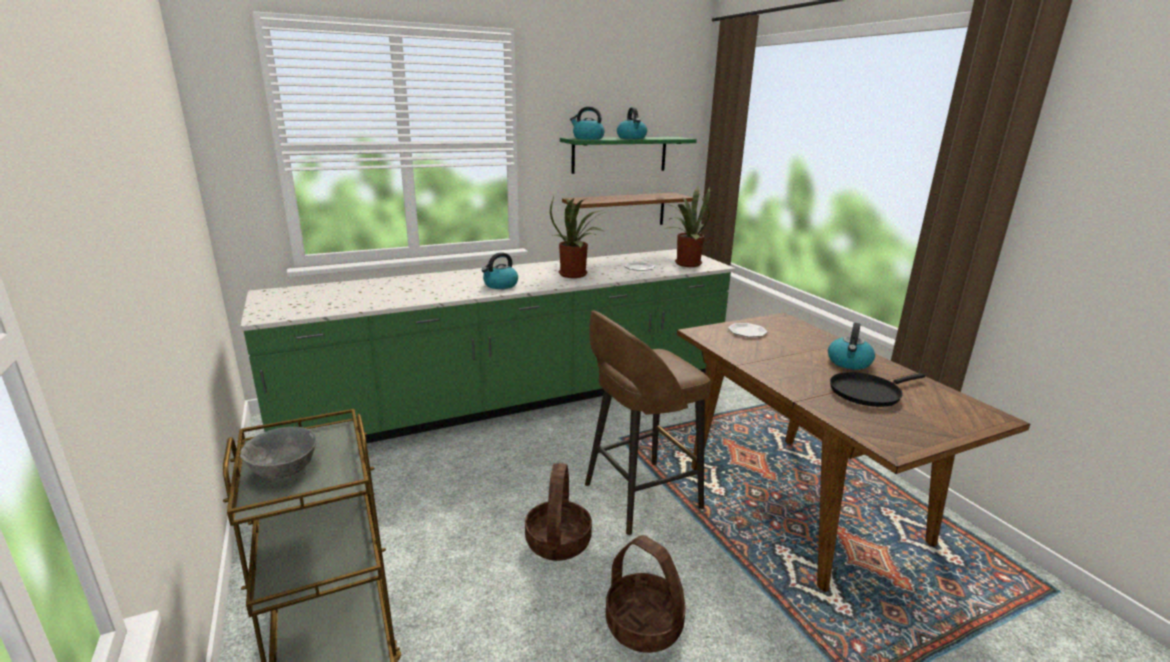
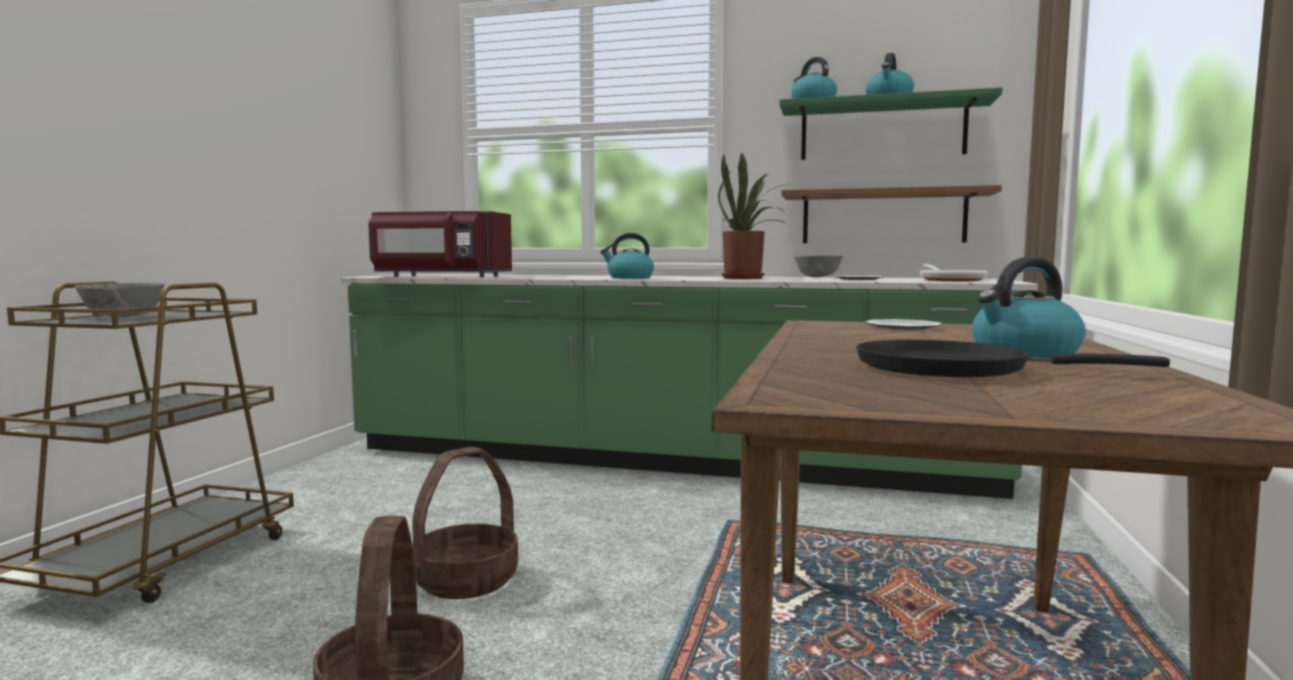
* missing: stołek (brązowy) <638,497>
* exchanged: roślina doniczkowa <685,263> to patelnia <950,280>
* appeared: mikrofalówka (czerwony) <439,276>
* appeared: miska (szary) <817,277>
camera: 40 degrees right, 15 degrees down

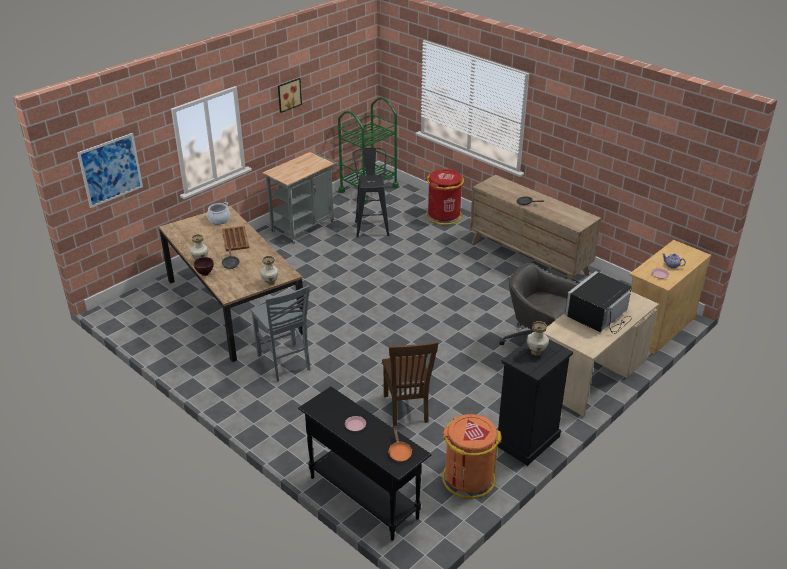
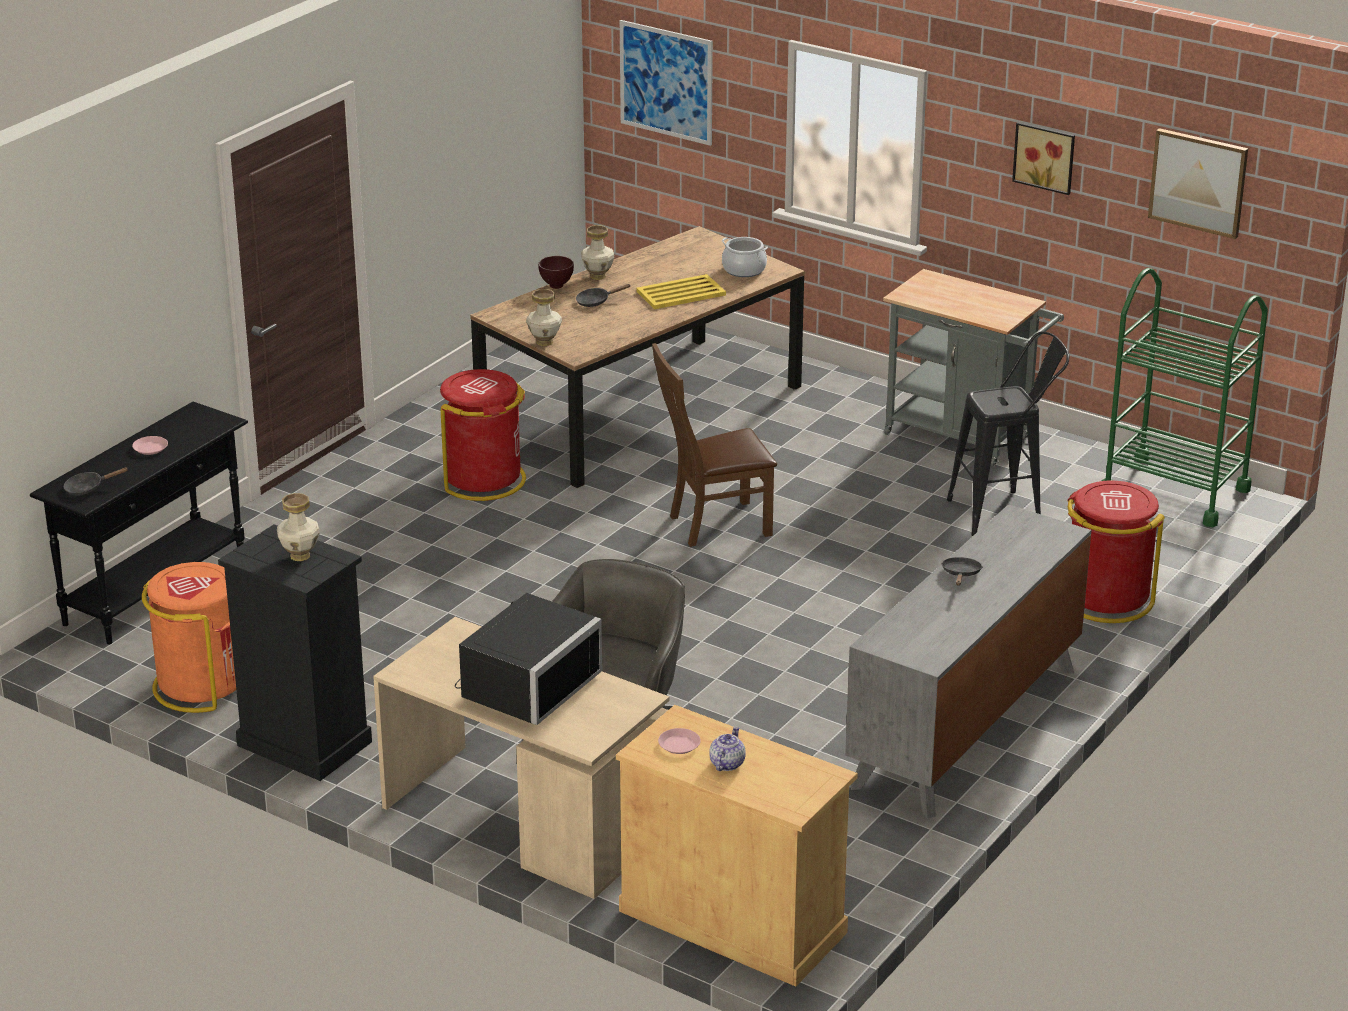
* colour: taca (brązowy) <235,239> to taca (żółty) <681,293>
* exchanged: krzesło (szary) <285,363> to kosz na śmieci (czerwony) <484,480>
* relocated: krzesło (brązowy) <407,410> to <713,525>
* colour: patelnia (pomarańczowy) <399,452> to patelnia (czarny) <88,488>
* colour: komoda (brązowy) <529,258> to komoda (szary) <965,728>
* spun: mikrofalówka (czarny) <599,316> = <524,684> 90 degrees clockwise
* appeared: obraz <1198,182>
camera: 80 degrees right, 5 degrees down

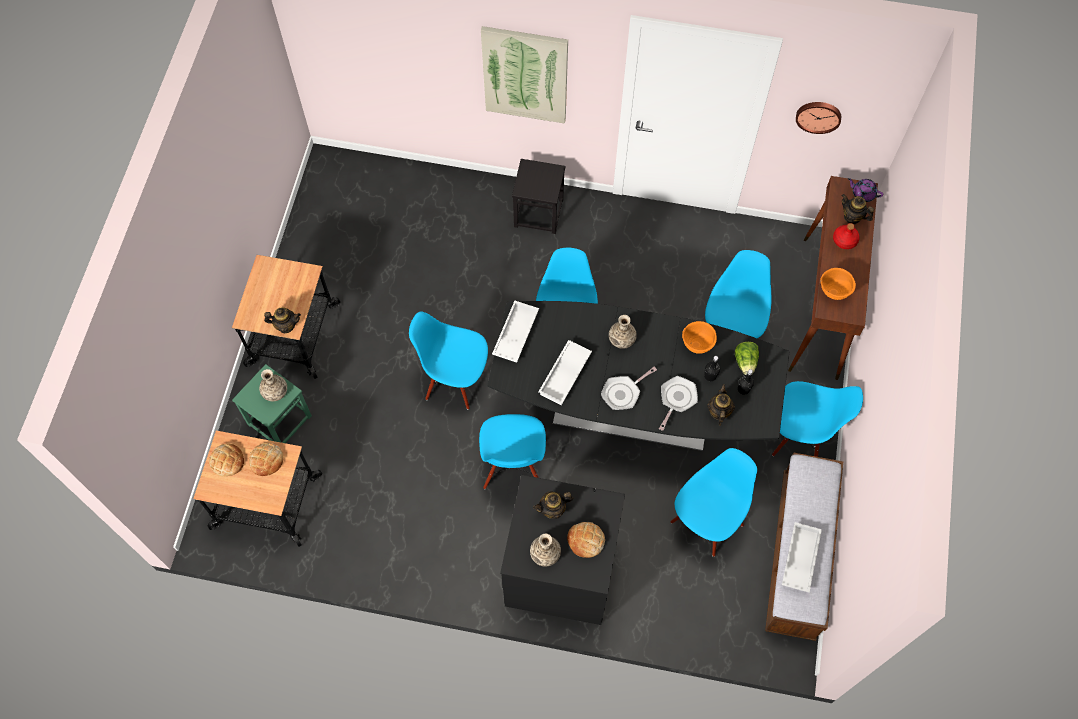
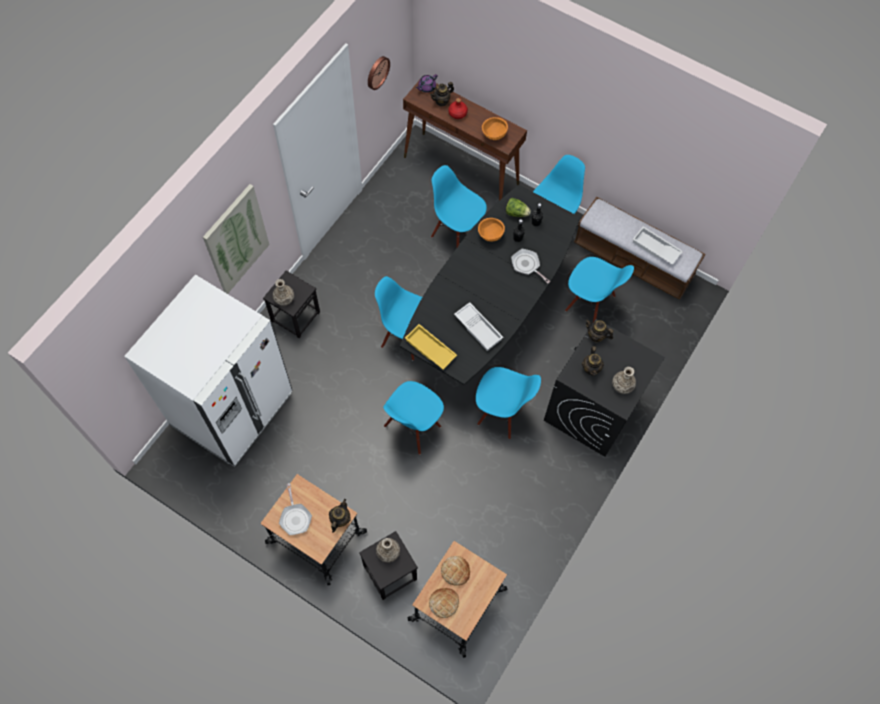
* colour: stołek (zielony) <279,420> to stołek (czarny) <389,572>
* colour: taca (biały) <515,333> to taca (żółty) <429,349>
* missing: chleb <586,540>
* relocated: patelnia <623,393> to <295,517>
* relocated: wazon <621,339> to <284,298>
* spun: krzesło (niebieski) <706,522> = <590,304> 150 degrees clockwise
* relocated: imbryk <718,412> to <596,336>
* appeared: lodówka (biały) <232,409>
camera: 70 degrees left, 0 degrees up

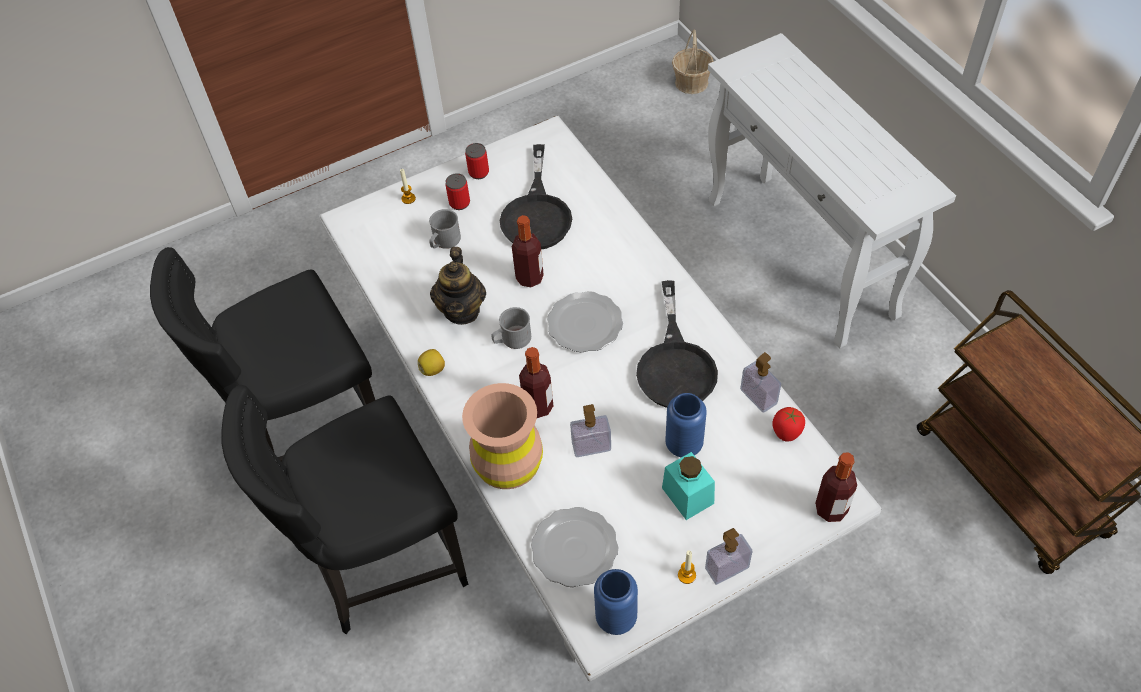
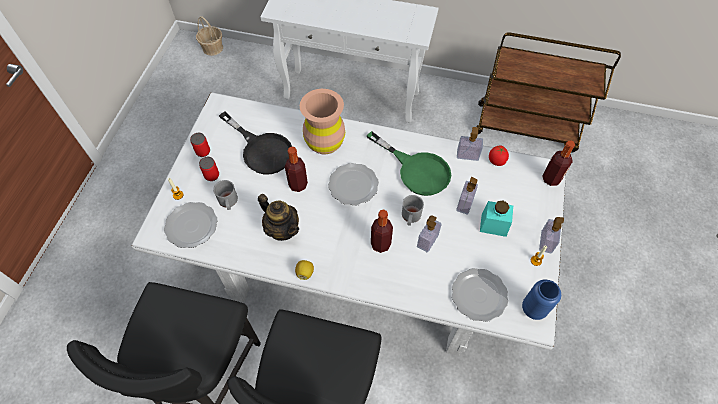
* relocated: wazon (brązowy) <508,466> to <325,142>
* relocated: kubek (szary) <512,339> to <410,217>
* colour: patelnia (czarny) <675,364> to patelnia (zielony) <417,170>
* exchanged: wazon (niebieski) <684,445> to dozownik mydła <464,204>
* appeared: talerz <191,226>
camera: 50 degrees left, 5 degrees up

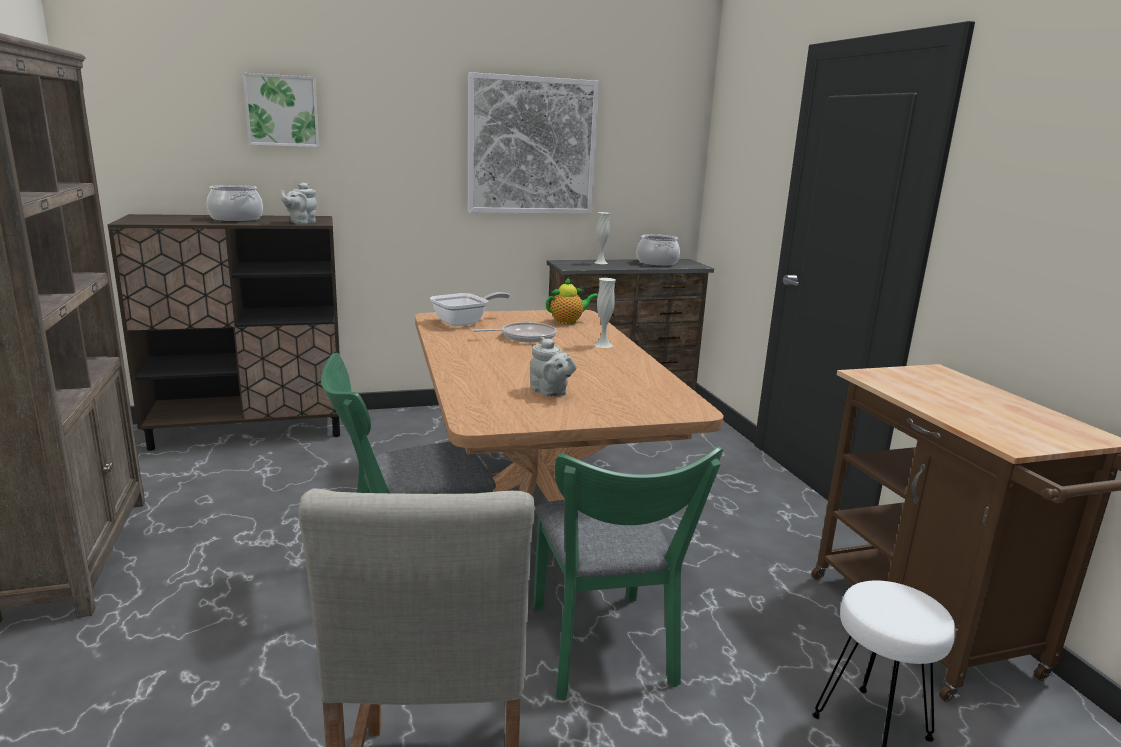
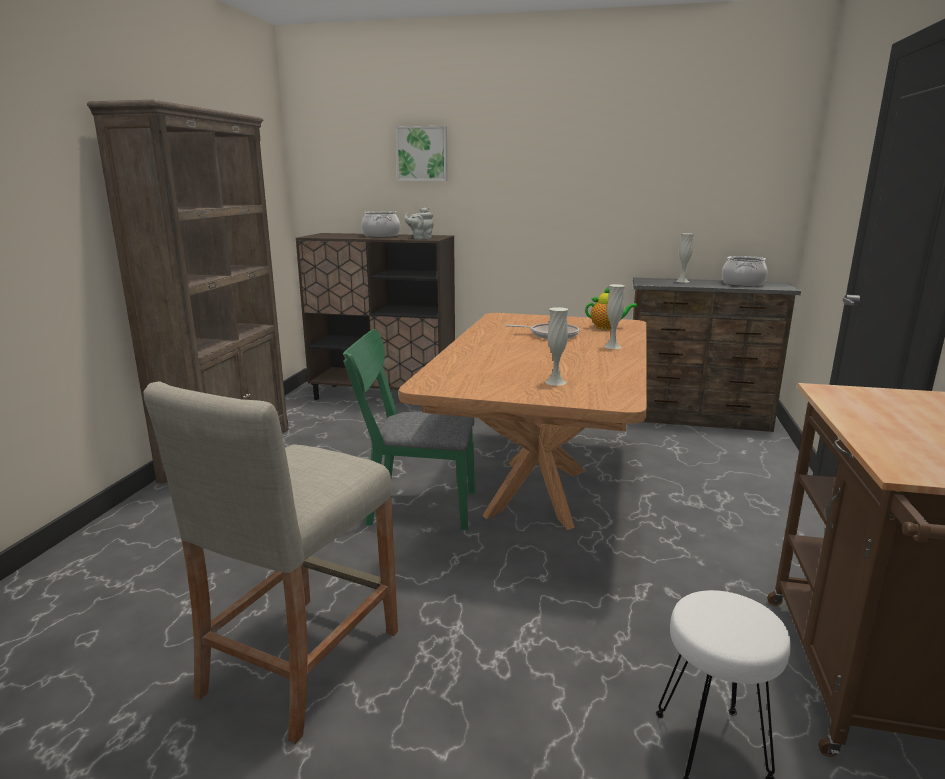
* missing: patelnia <465,322>
* missing: obraz <532,146>
* missing: imbryk (szary) <550,392>
* missing: krzesło (zielony) <604,652>
* appeared: wazon (biały) <555,382>
camera: 30 degrees right, 0 degrees up

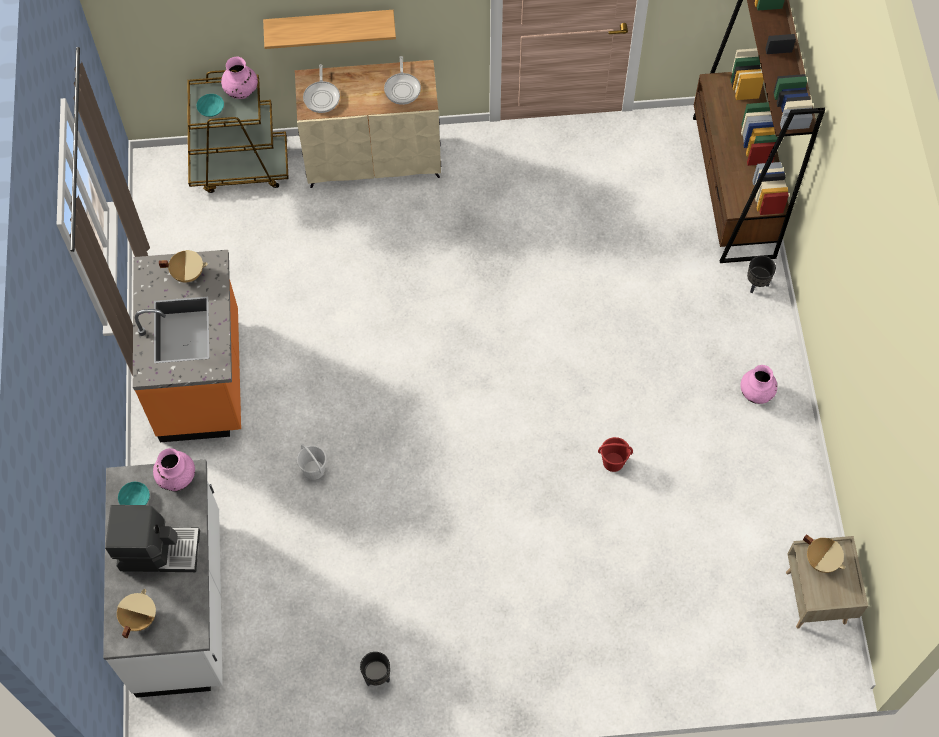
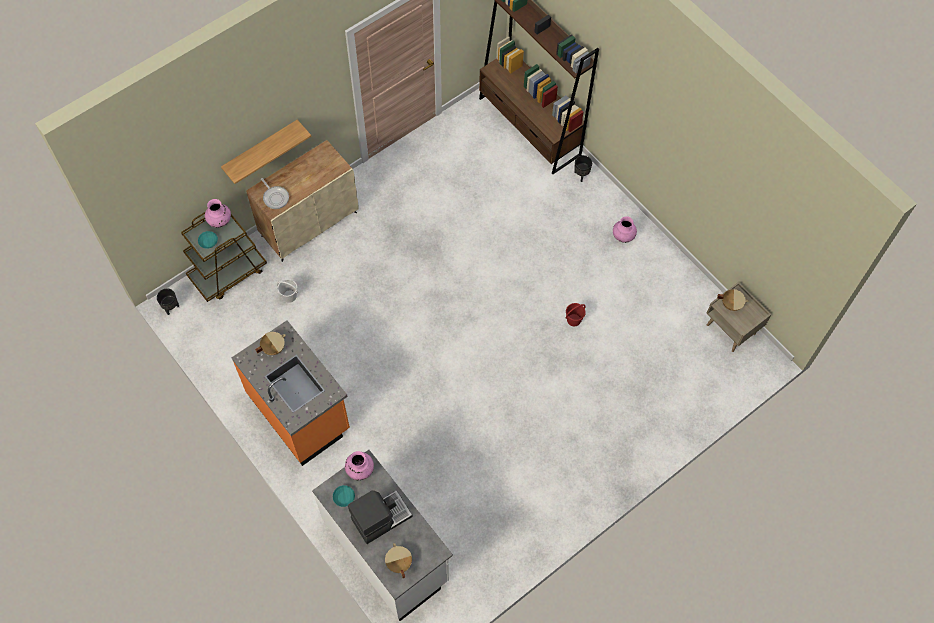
* relocated: wiadro (biały) <314,470> to <290,296>
* relocated: donica (czarny) <377,676> to <171,307>
* missing: patelnia <402,88>
camera: 35 degrees left, 0 degrees up

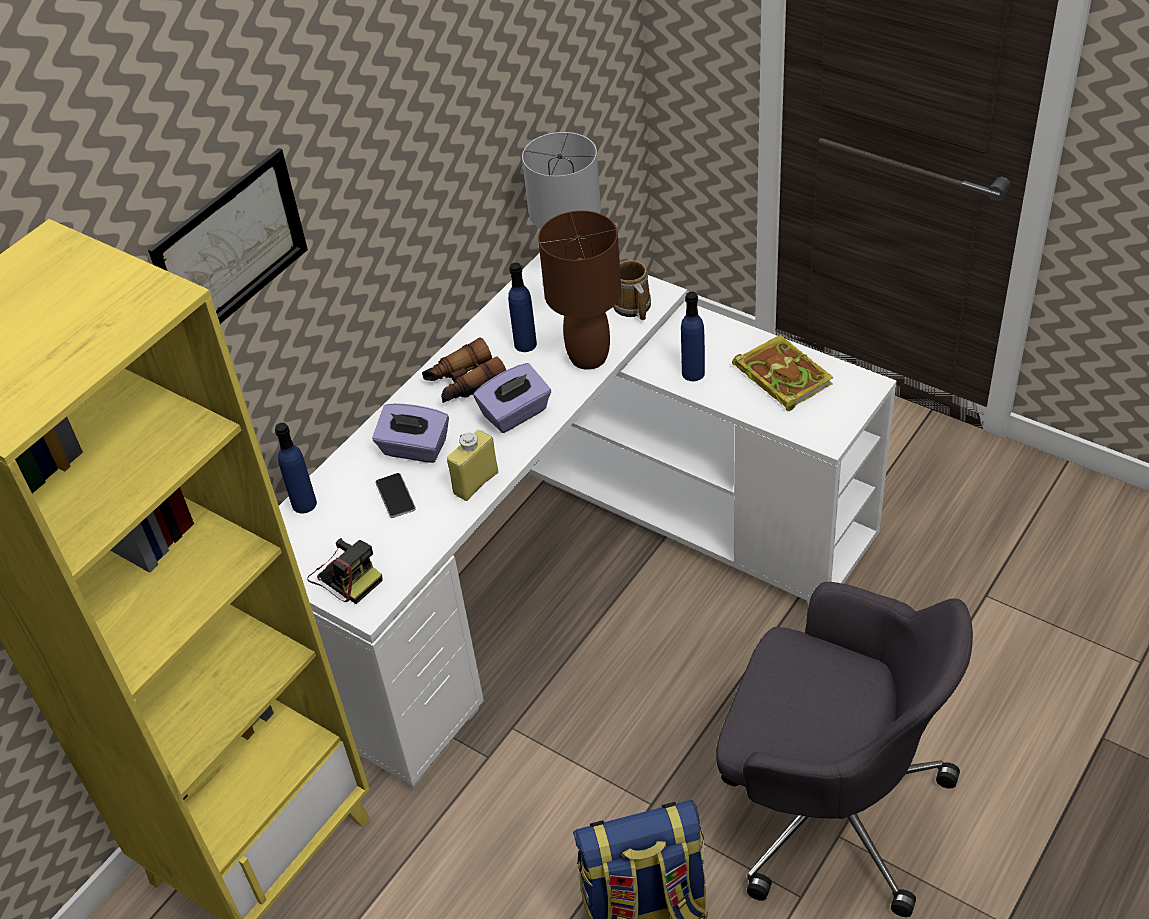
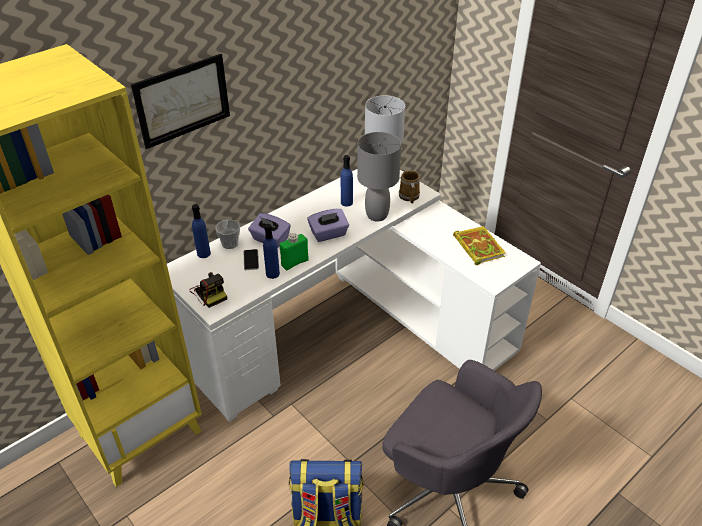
* missing: lornetka <464,383>
* colour: butelka (żółty) <476,483> to butelka (zielony) <295,263>
* colour: lampa stołowa (brązowy) <588,358> to lampa stołowa (szary) <376,215>
* relocated: butelka (niebieski) <693,373> to <272,274>
* appeared: filiżanka <230,243>
camera: 10 degrees right, 5 degrees down

